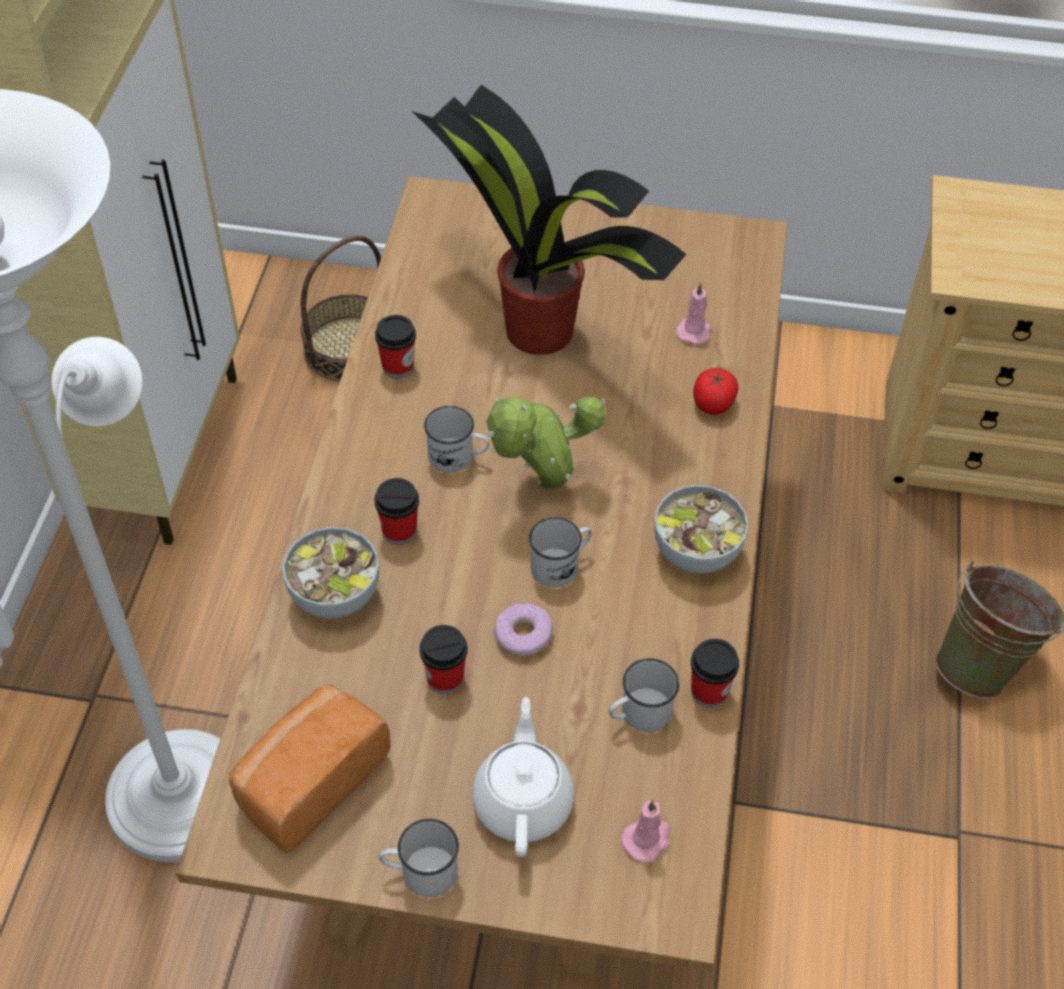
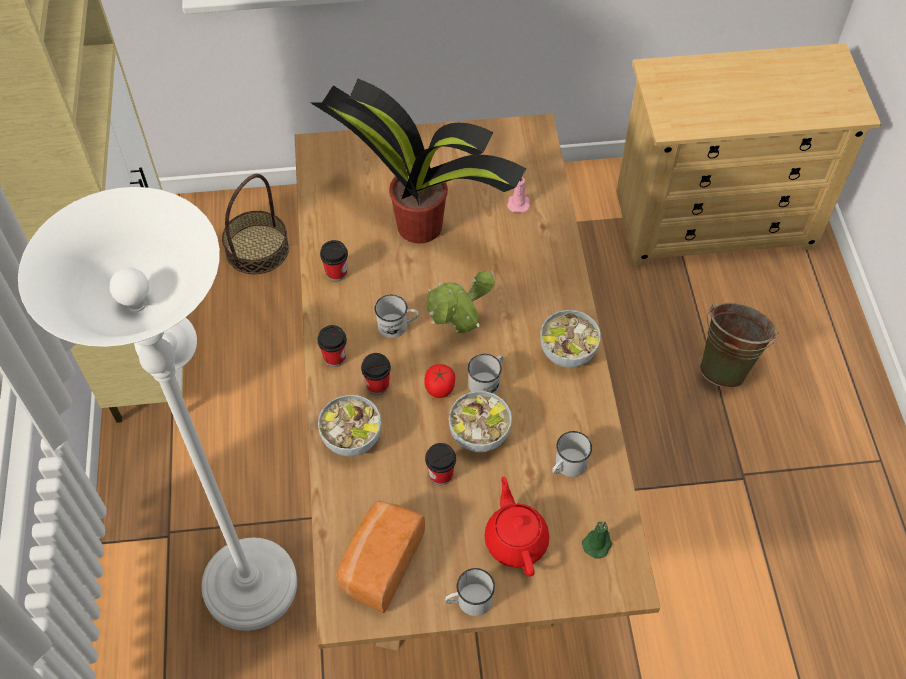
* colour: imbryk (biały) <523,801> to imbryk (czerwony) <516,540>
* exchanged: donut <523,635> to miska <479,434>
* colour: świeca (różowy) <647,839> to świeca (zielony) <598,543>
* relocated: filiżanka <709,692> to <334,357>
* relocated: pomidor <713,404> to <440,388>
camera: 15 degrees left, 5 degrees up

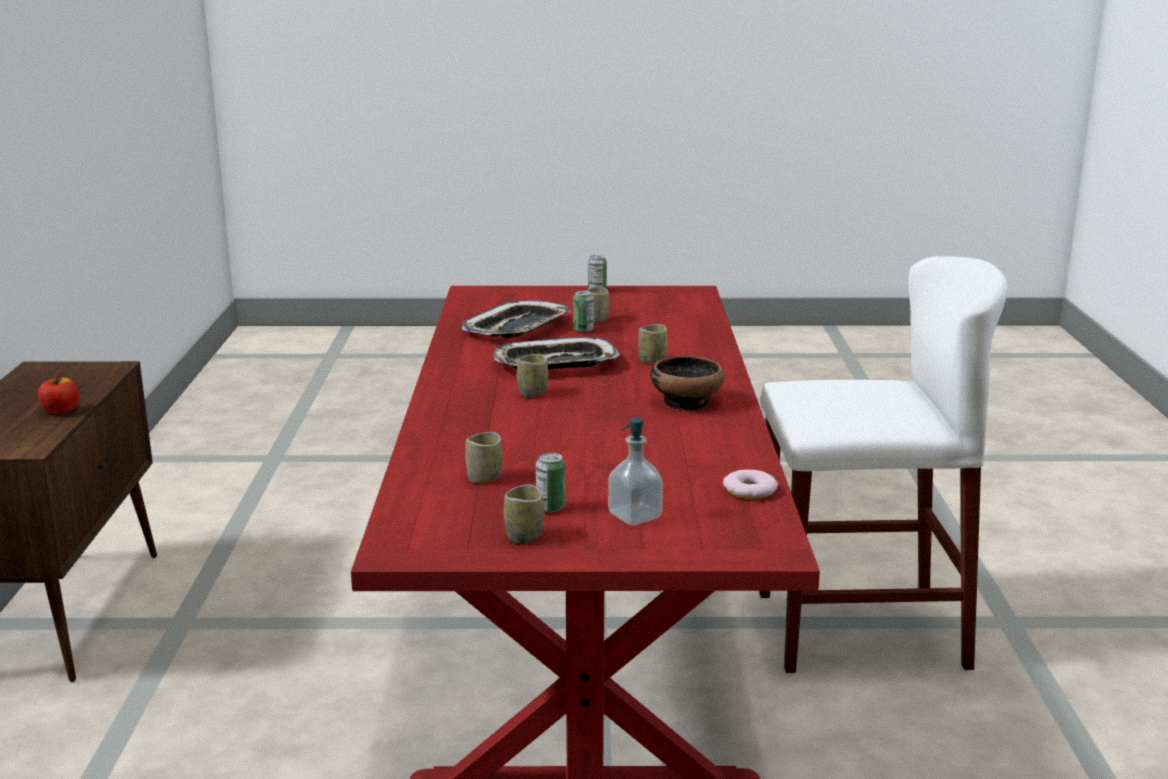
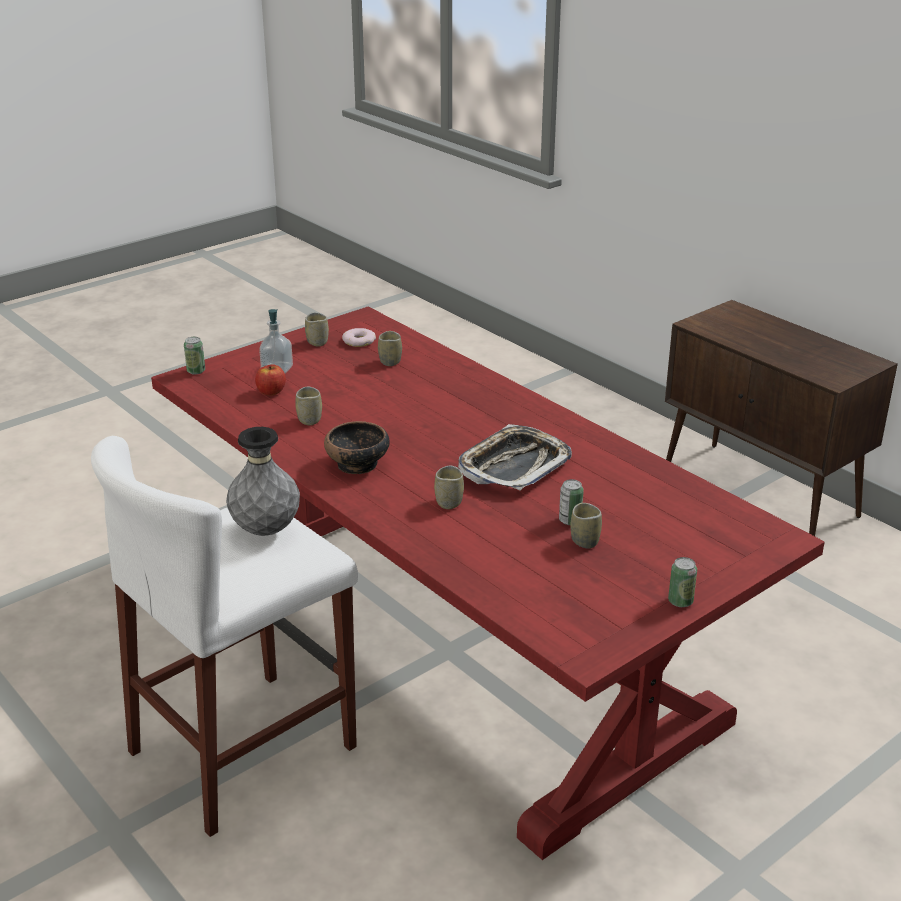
* relocated: jabłko <61,411> to <271,392>
* missing: taca <518,328>
* relocated: filiżanka <532,393> to <309,420>
* relocated: puszka <550,508> to <196,371>
* relocated: donut <749,490> to <359,341>
* appeared: wazon (szary) <266,530>
camera: 140 degrees right, 10 degrees up

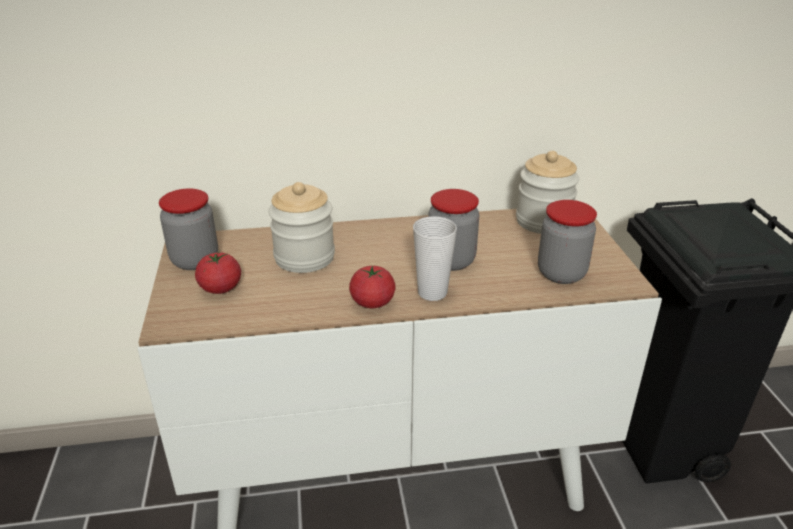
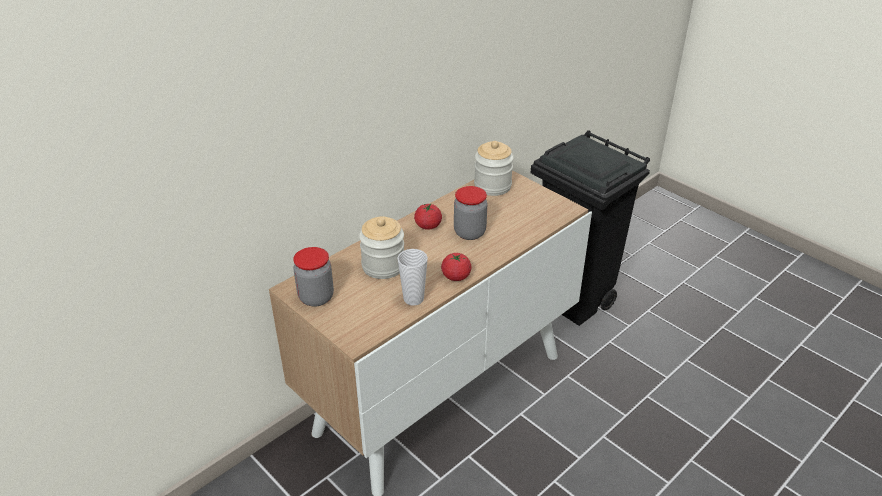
* relocated: pomidor <220,288> to <428,226>
* relocated: filiżanka <432,293> to <413,299>
* missing: słoik <561,273>
camera: 35 degrees left, 5 degrees up

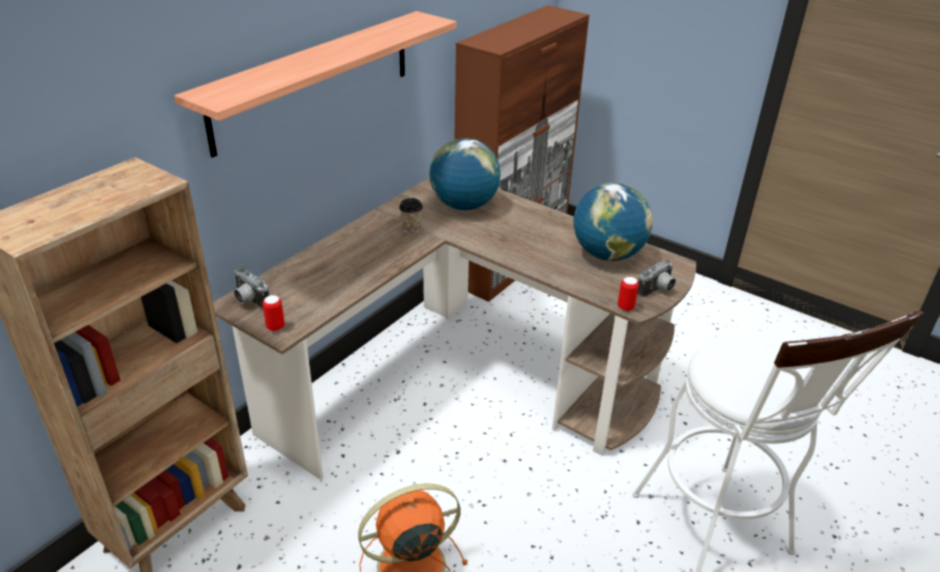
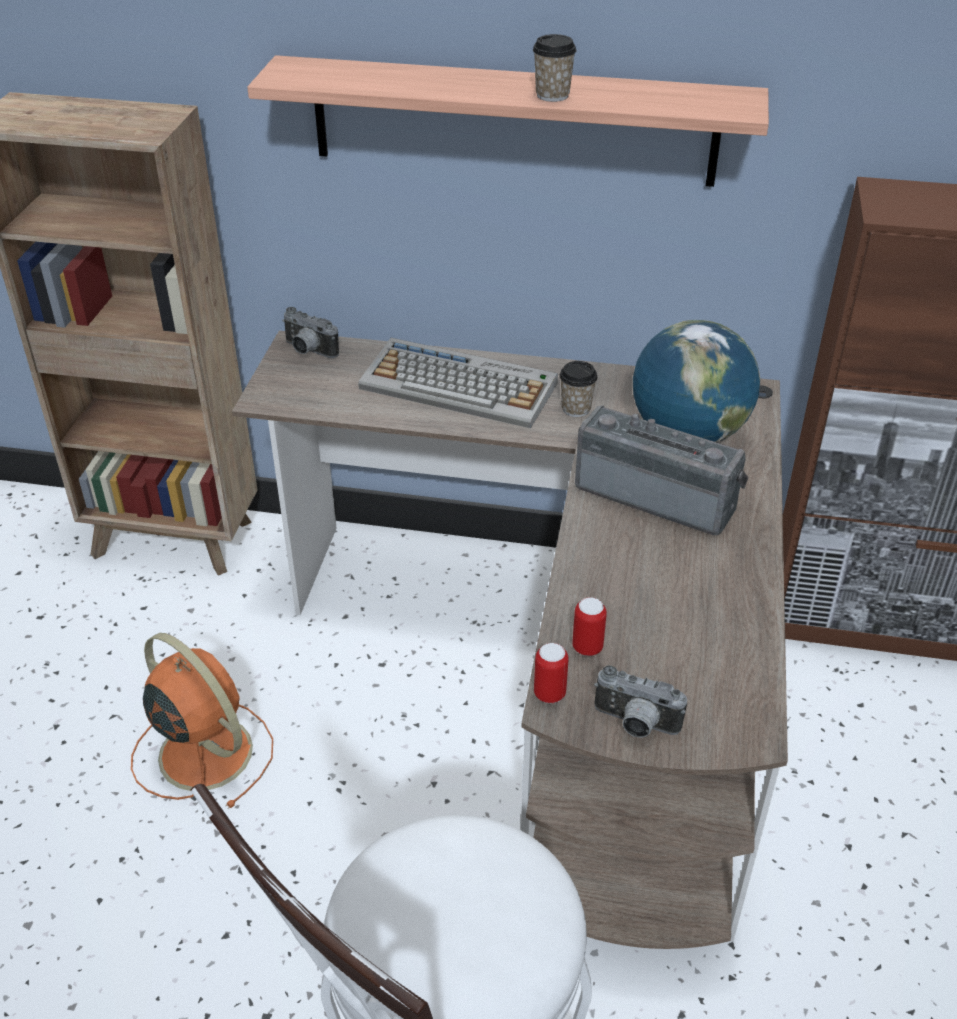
* spun: aparat fotograficzny <248,300> = <307,351> 75 degrees counterclockwise
* relocated: puszka <275,327> to <587,647>
* missing: globus <607,255>
* appeared: klawiatura <460,385>
* appeared: filiżanka <552,95>
* appeared: radio <657,495>
camera: 65 degrees right, 5 degrees up

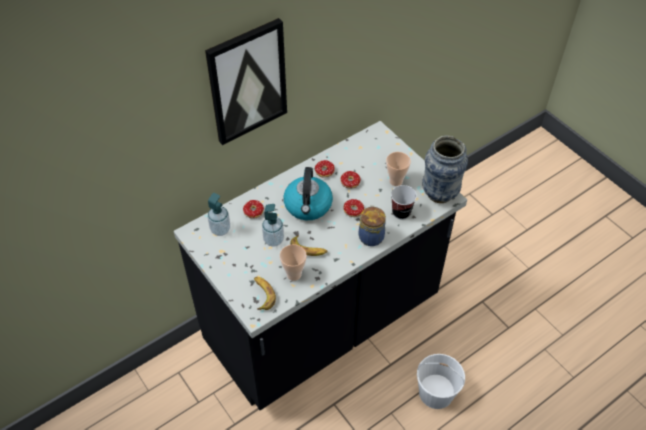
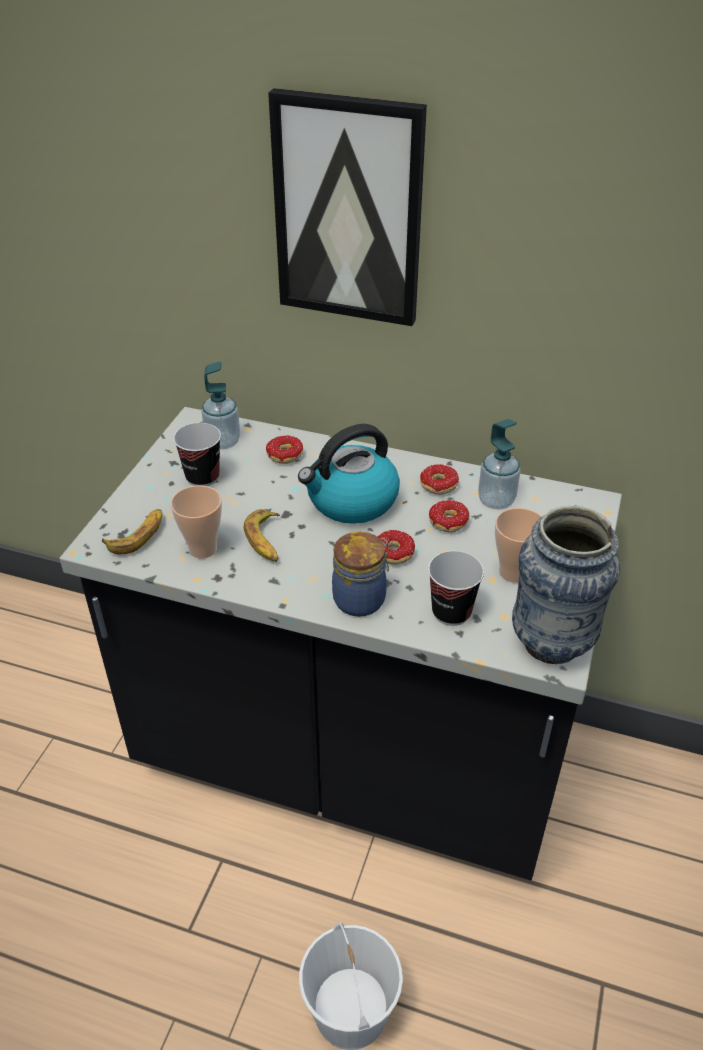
* relocated: dozownik mydła <273,240> to <496,500>
* appeared: filiżanka <202,477>
camera: 55 degrees right, 10 degrees down

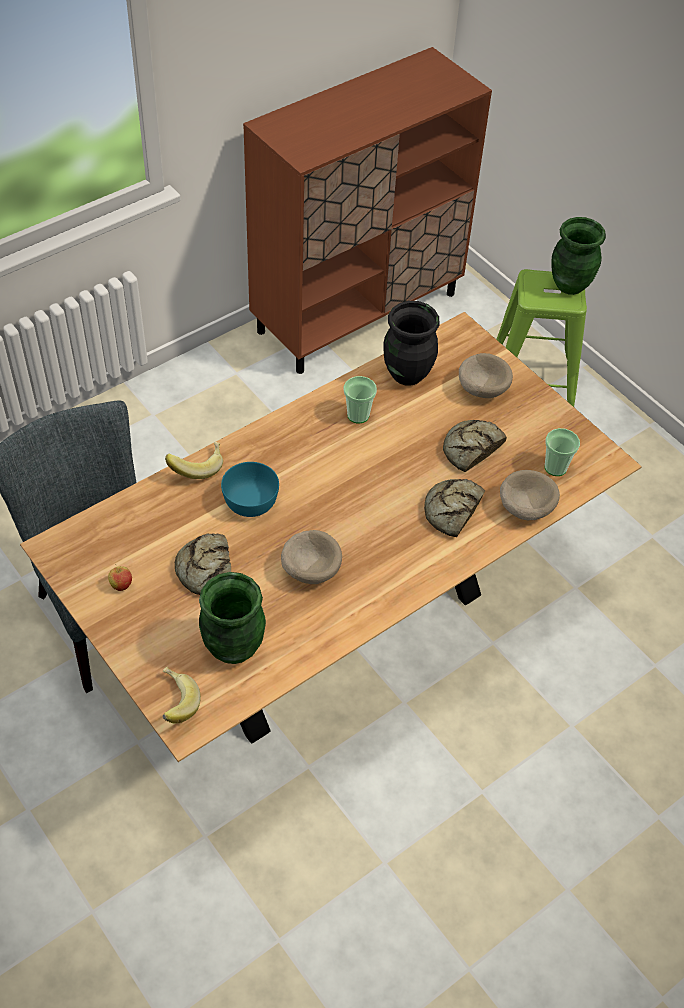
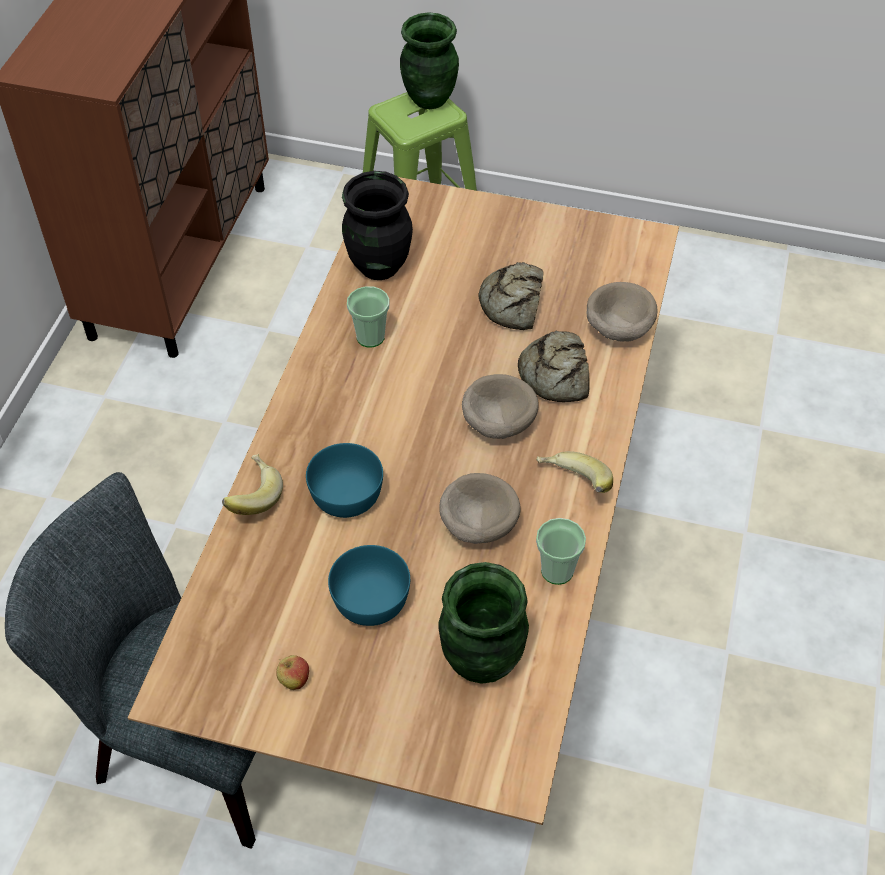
* relocated: banan <174,703> to <572,485>
* exchanged: chleb <206,570> to miska (turkusowy) <372,599>
* relocated: miska (beżowy) <482,388> to <497,422>
* relocated: filiżanka <555,467> to <557,571>
camera: 35 degrees left, 0 degrees up

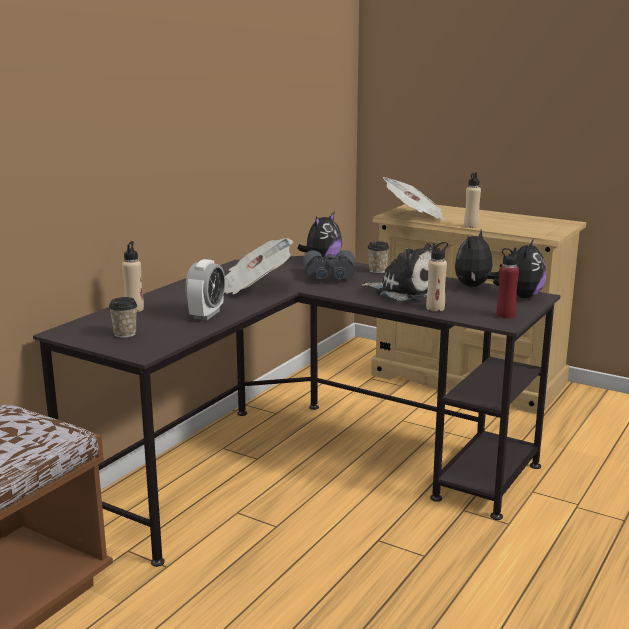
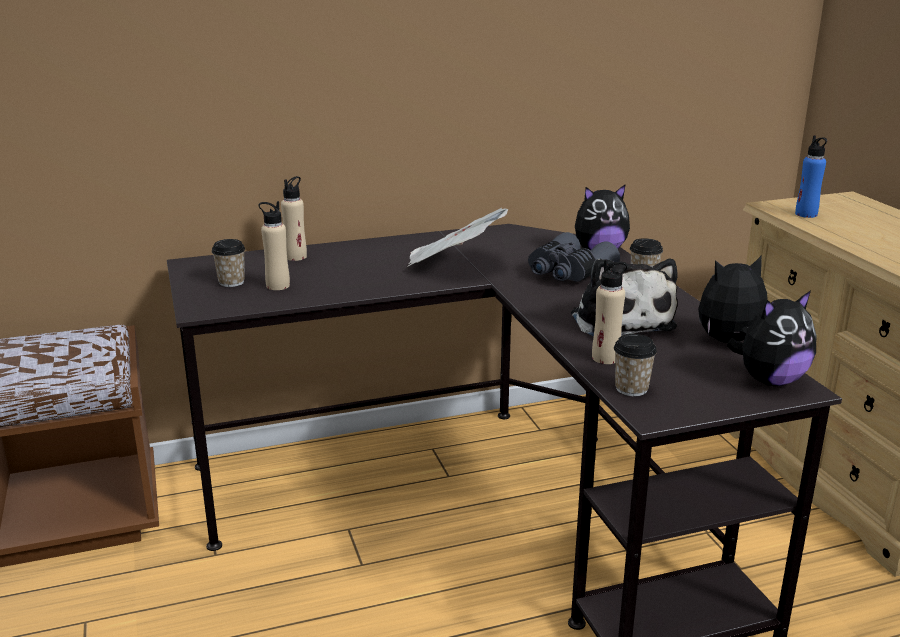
* missing: budzik <206,314>
* exchanged: gazeta <414,216> to butelka (niebieski) <806,214>
* relocated: butelka (beżowy) <471,226> to <277,286>
* missing: butelka (czerwony) <505,315>
* appeared: filiżanka <631,389>
camera: 40 degrees right, 5 degrees up

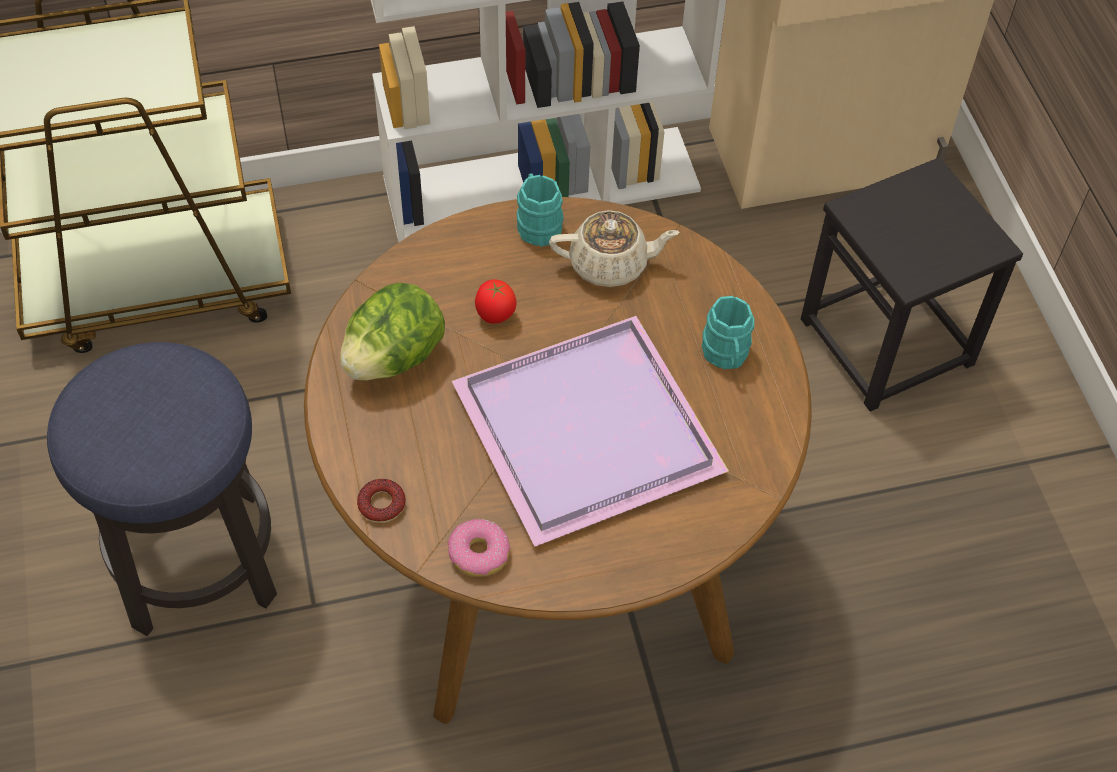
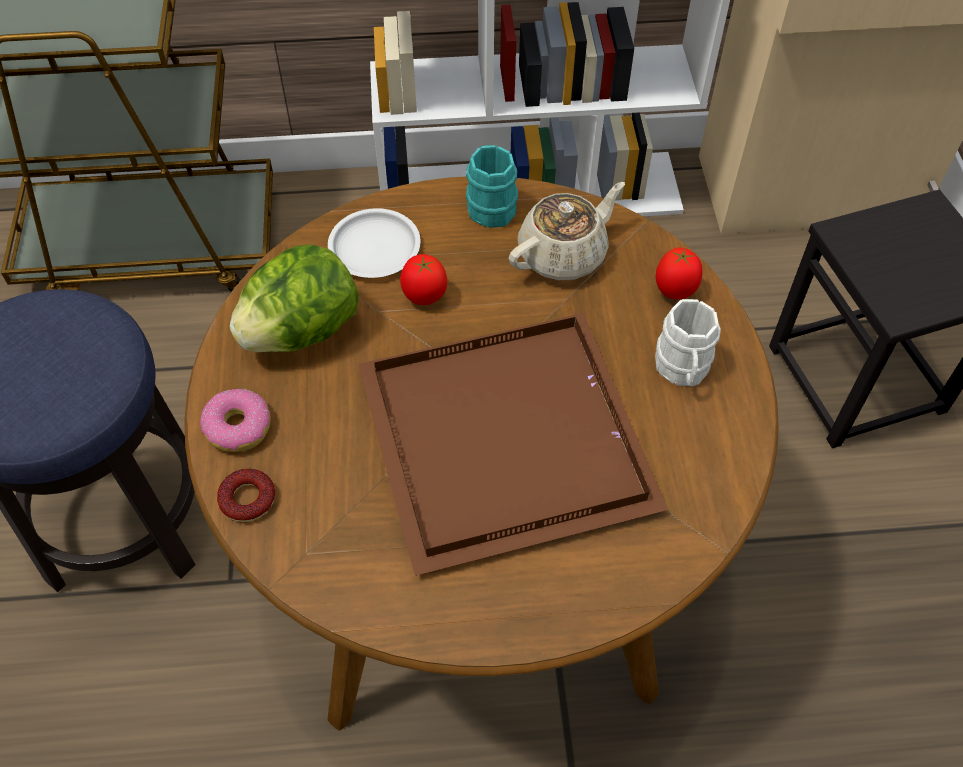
* relocated: donut <478,553> to <237,427>
* colour: taca (fioletowy) <593,432> to taca (brązowy) <511,442>
* spun: imbryk (beżowy) <610,264> = <563,254> 45 degrees counterclockwise
* colour: kubek (turkusowy) <726,356> to kubek (biały) <682,371>
* appeared: talerz (biały) <375,248>
* appeared: pomidor <675,291>
camera: 10 degrees right, 0 degrees up

